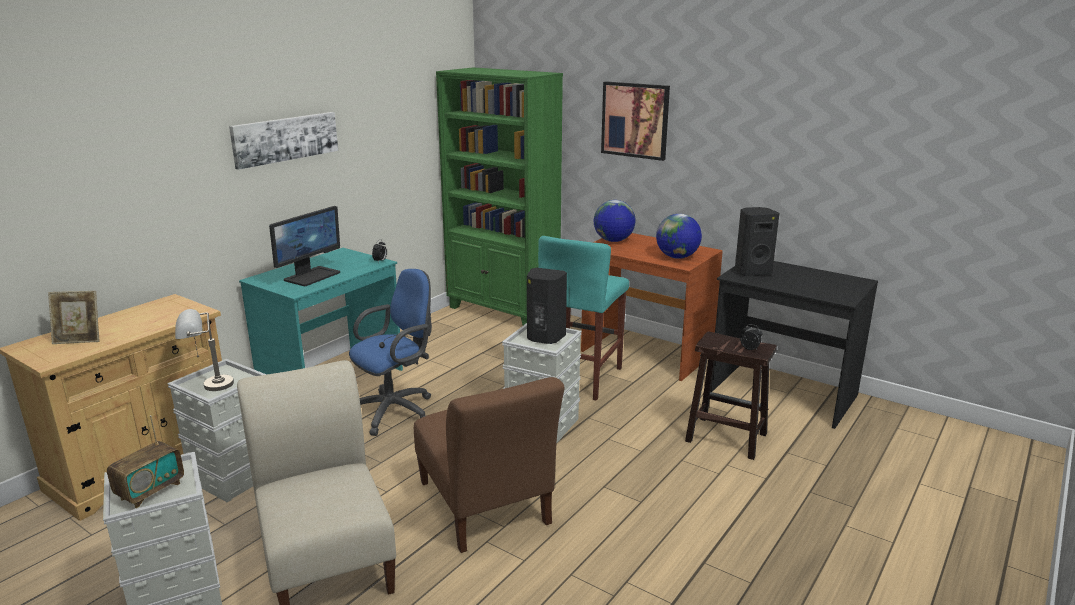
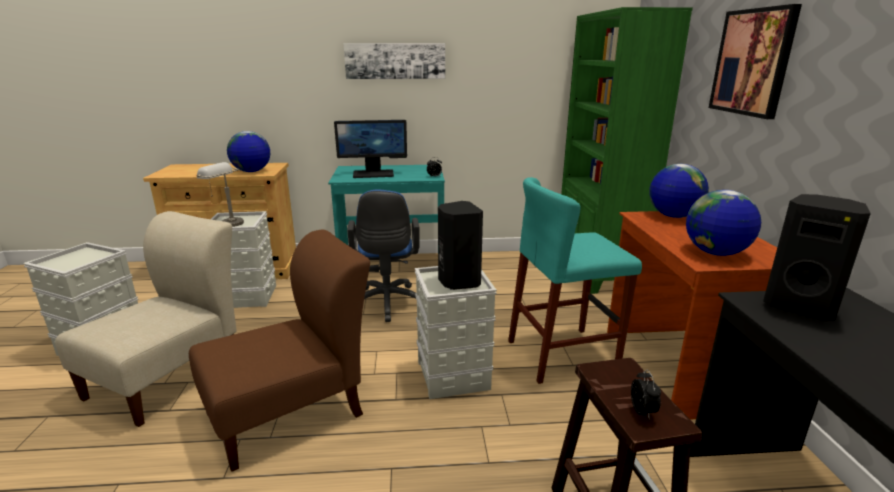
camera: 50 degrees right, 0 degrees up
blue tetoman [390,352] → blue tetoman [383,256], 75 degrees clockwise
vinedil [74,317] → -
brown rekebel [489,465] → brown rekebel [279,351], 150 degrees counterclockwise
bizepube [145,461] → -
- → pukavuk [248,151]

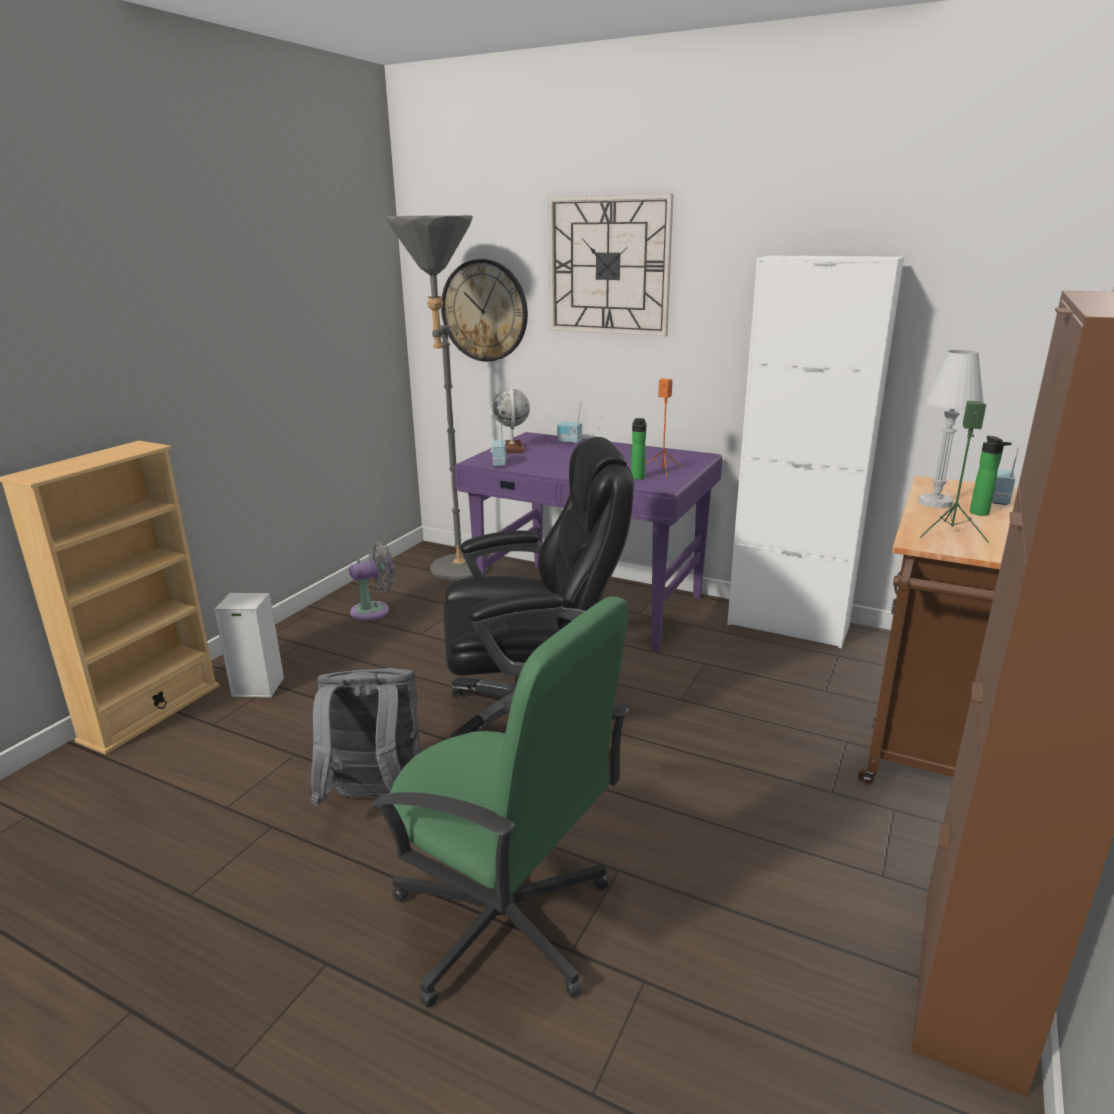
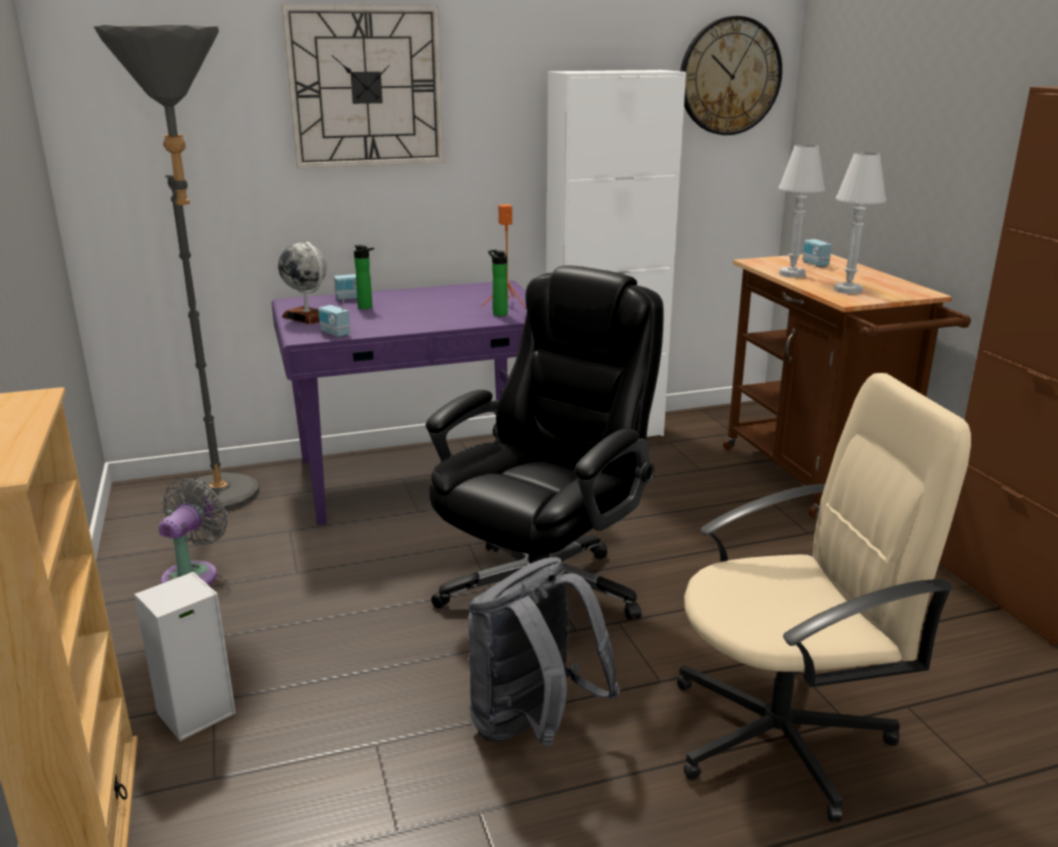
camera: 45 degrees left, 0 degrees up
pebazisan [484,310] → pebazisan [731,75], relocated
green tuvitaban [954,472] → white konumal [860,223]
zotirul [991,476] → zotirul [364,277], relocated
green tetoman [500,801] → beige tetoman [824,597]

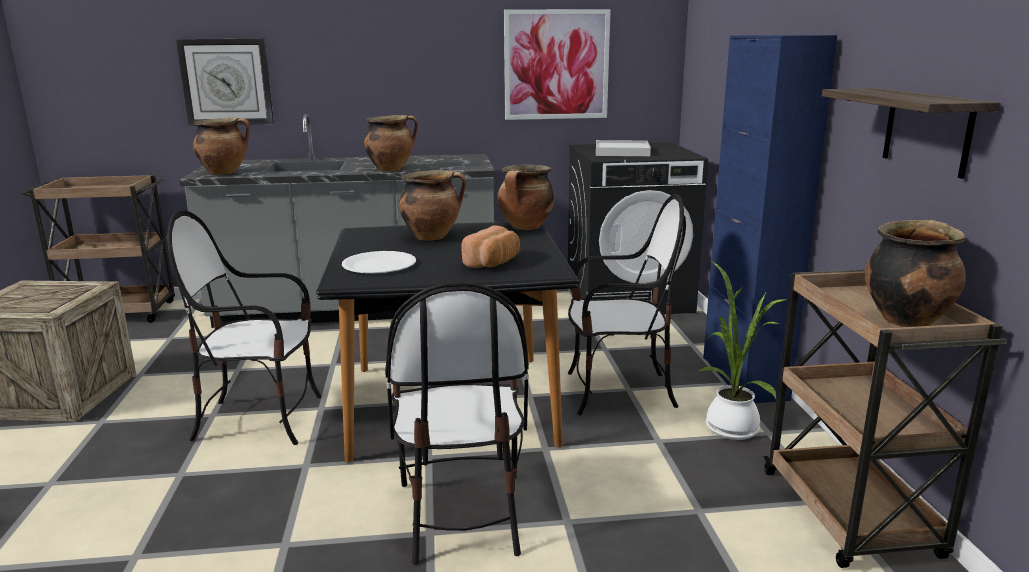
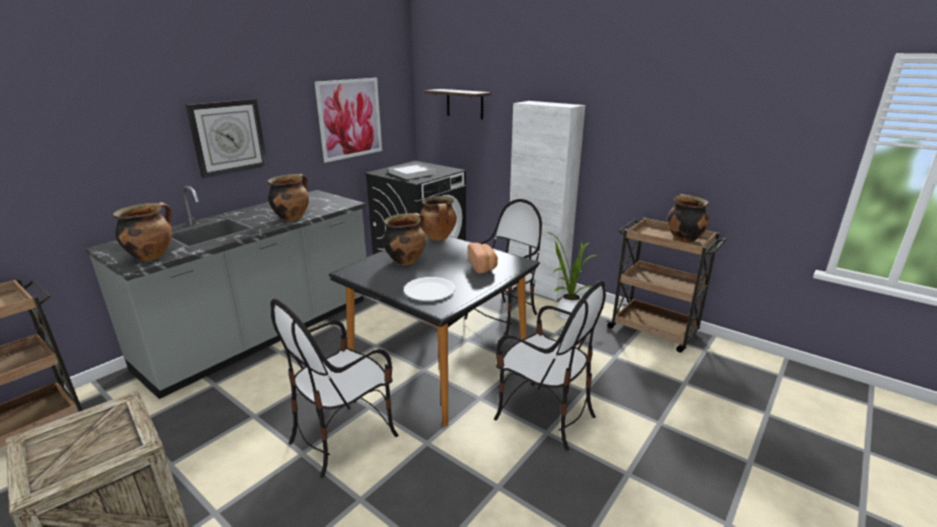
camera: 45 degrees left, 5 degrees up
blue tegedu [770,219] → white tegedu [546,201]
pebazisan [225,82] → pebazisan [227,138], relocated
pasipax [911,133] → pasipax [457,104], relocated

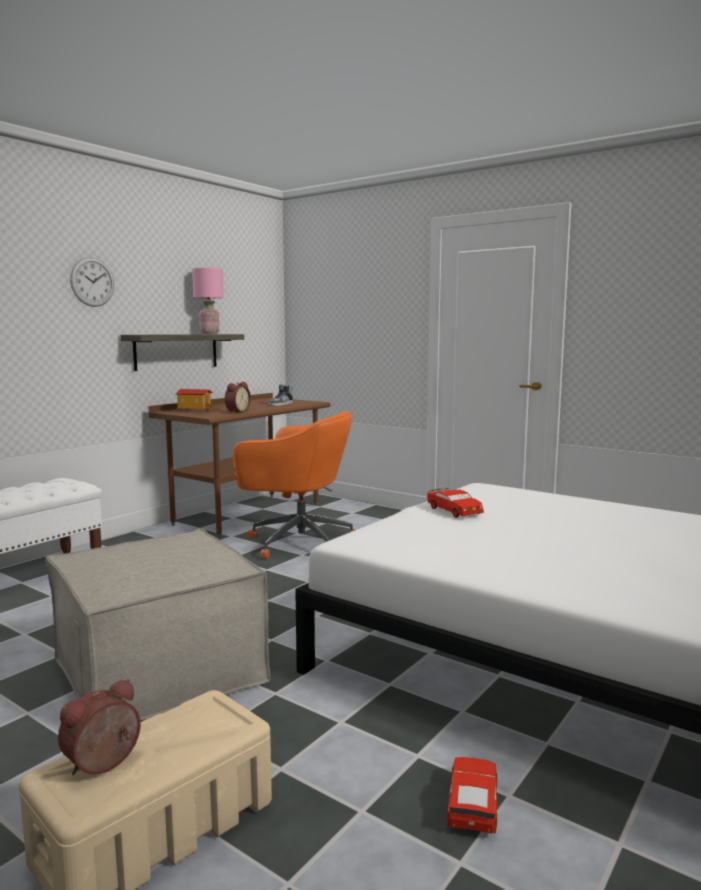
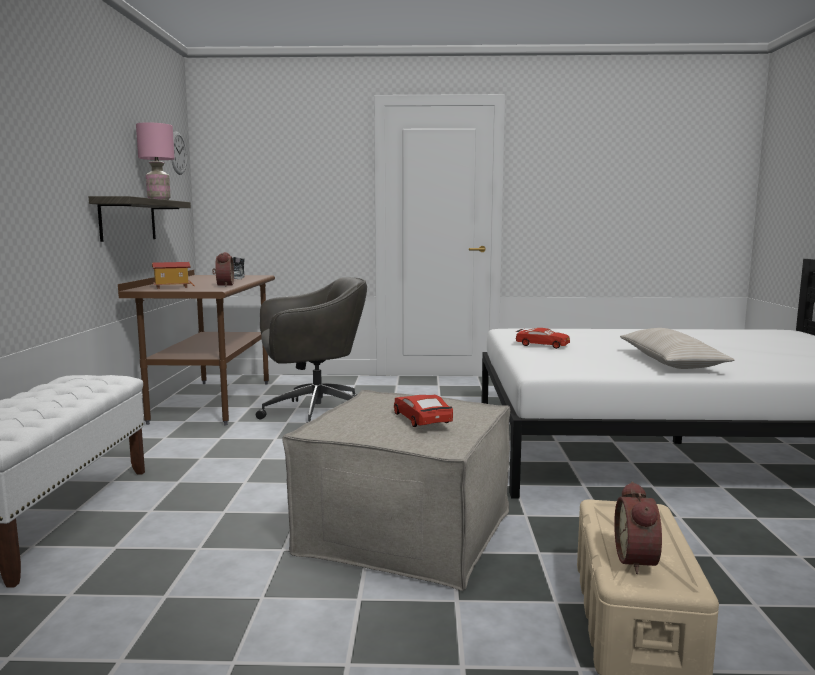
camera: 35 degrees left, 0 degrees up
pebazisan [92,282] → pebazisan [179,153], relocated
orange tetoman [294,485] → grey tetoman [311,350]
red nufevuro [472,795] → red nufevuro [423,411], relocated
- → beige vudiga [677,348]

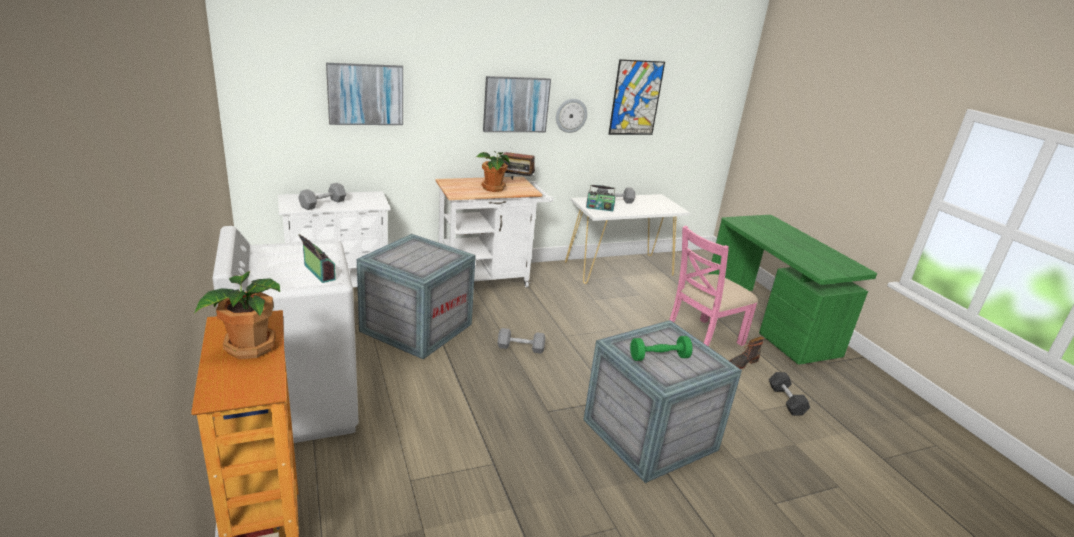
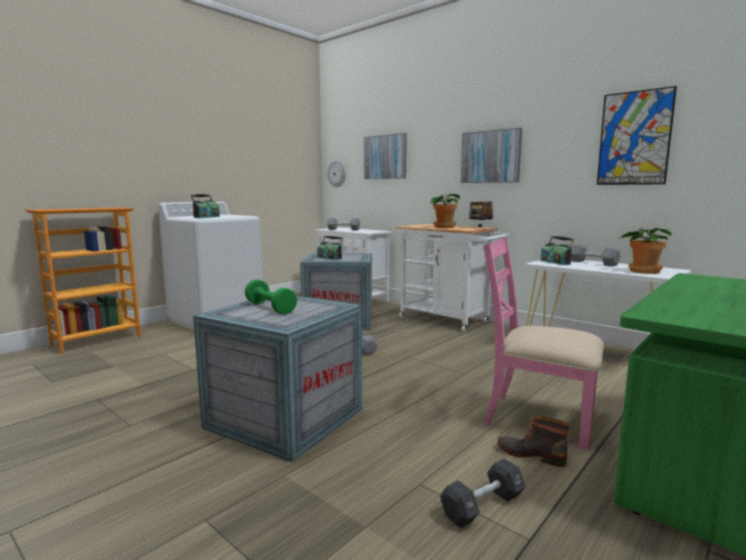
camera: 65 degrees right, 15 degrees down
pebazisan [571,116] → pebazisan [337,174], relocated
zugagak [237,315] → zugagak [646,251], relocated
- → bizepube [330,248]

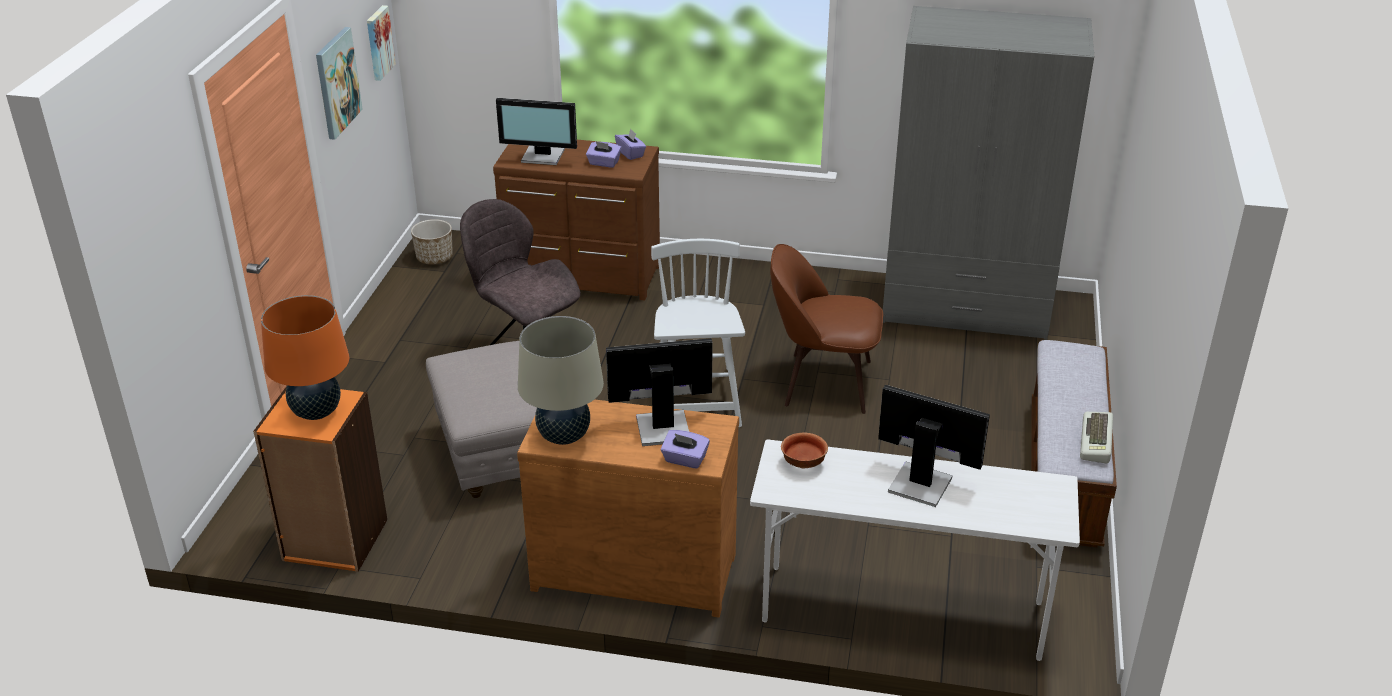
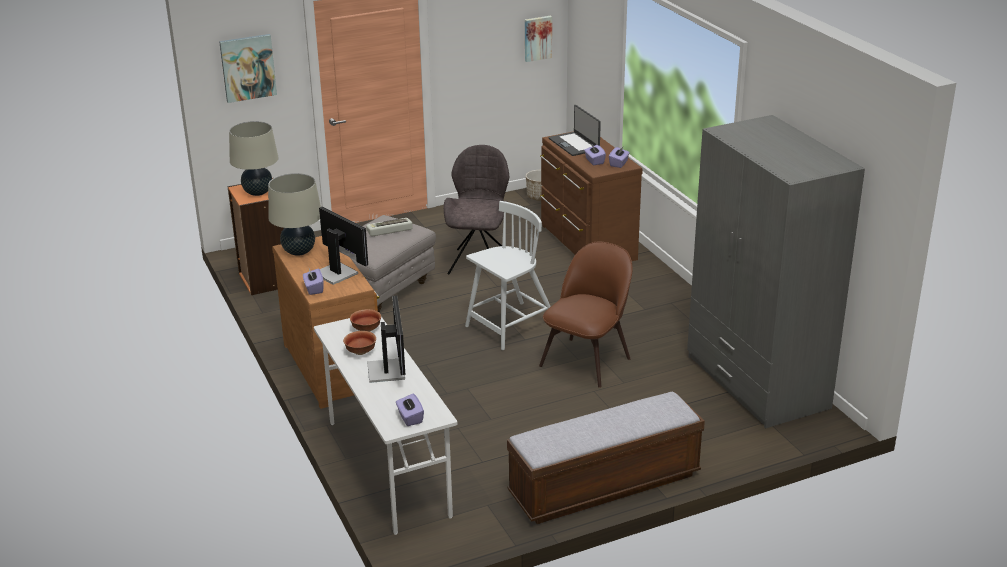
camera: 55 degrees right, 5 degrees down
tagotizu [339,83] → tagotizu [248,68], relocated
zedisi [536,131] → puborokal [575,130]
brown rekebel [826,329] → brown rekebel [586,315], 60 degrees clockwise
orange konumal [305,357] → beige konumal [254,158]
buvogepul [1096,438] → buvogepul [389,227], relocated
- → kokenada [359,343]
- → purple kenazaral [410,410]

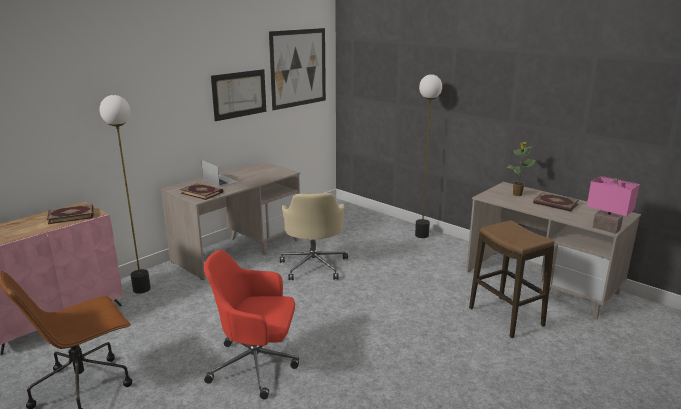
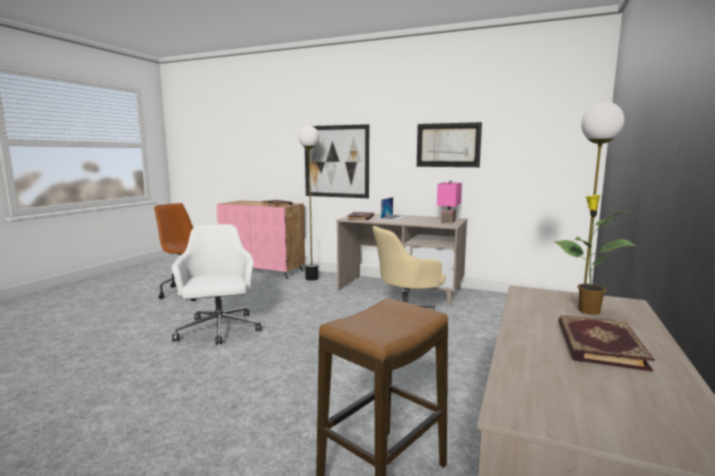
camera: 70 degrees right, 10 degrees down
tagotizu [297,69] → tagotizu [337,161], relocated
pink konumal [613,205] → pink konumal [449,202], relocated
red tetoman [251,324] → white tetoman [217,284]

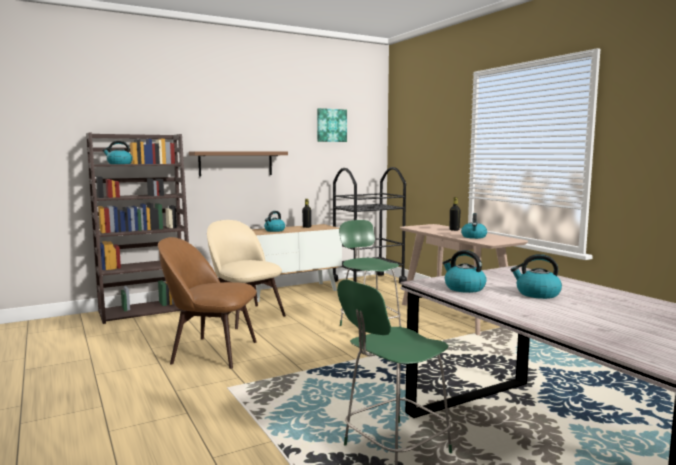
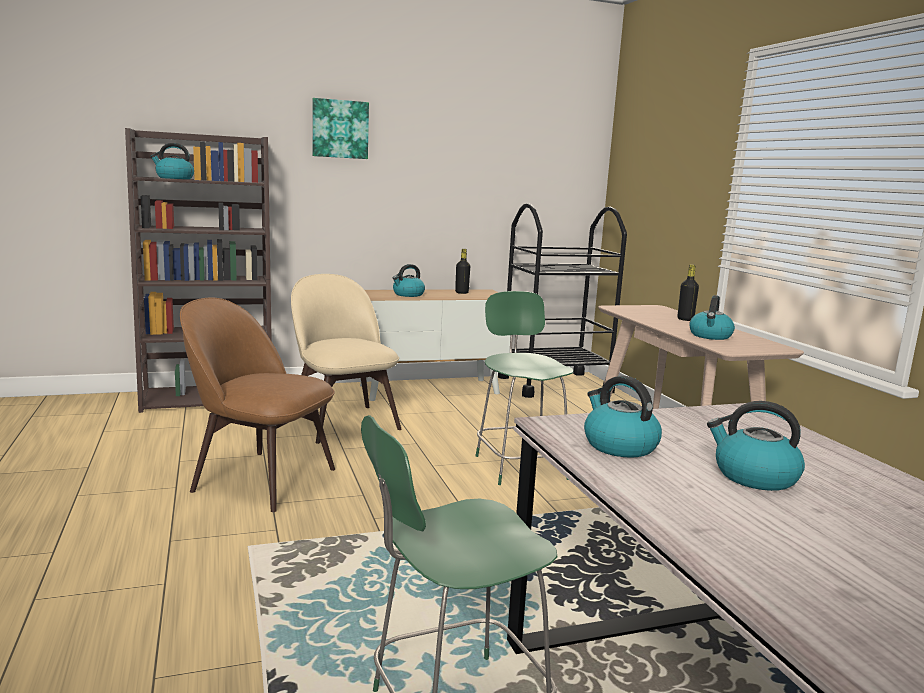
camera: 10 degrees right, 5 degrees up
tagotizu [332,125] → tagotizu [340,128], relocated
brown pasipax [238,164] → -

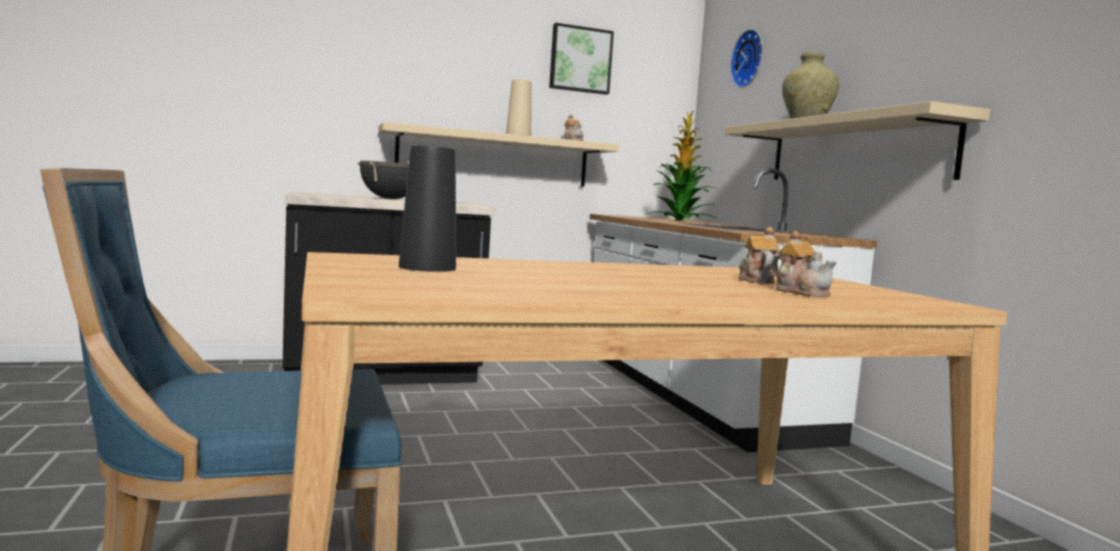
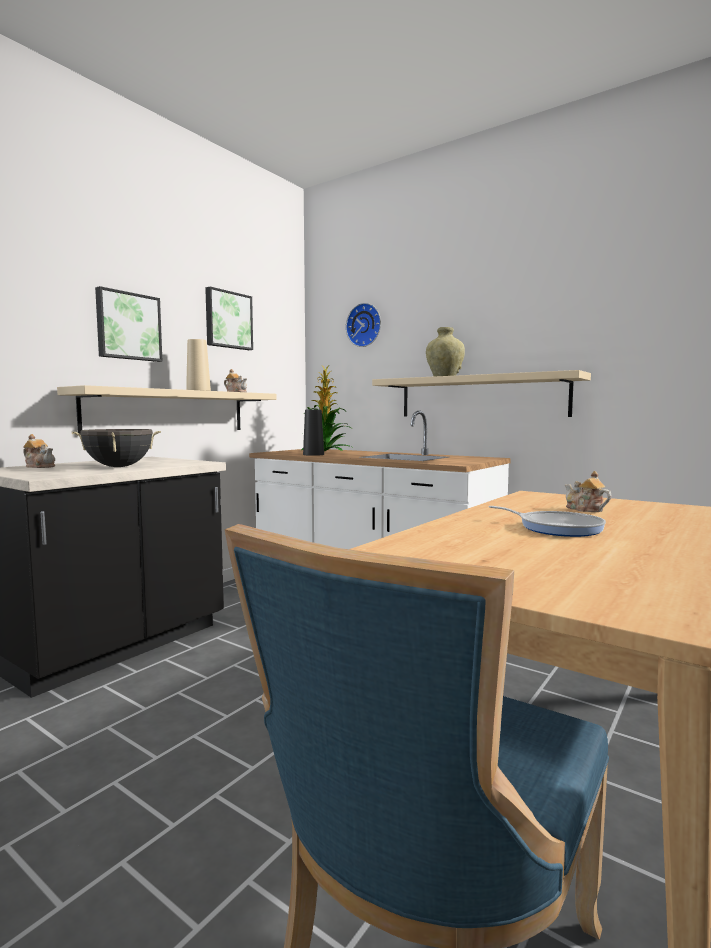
camera: 35 degrees left, 0 degrees up
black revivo [427,208] → black revivo [313,433], relocated
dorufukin [804,263] → dorufukin [39,451], relocated
- → tagotizu [128,324]
- → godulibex [547,521]

